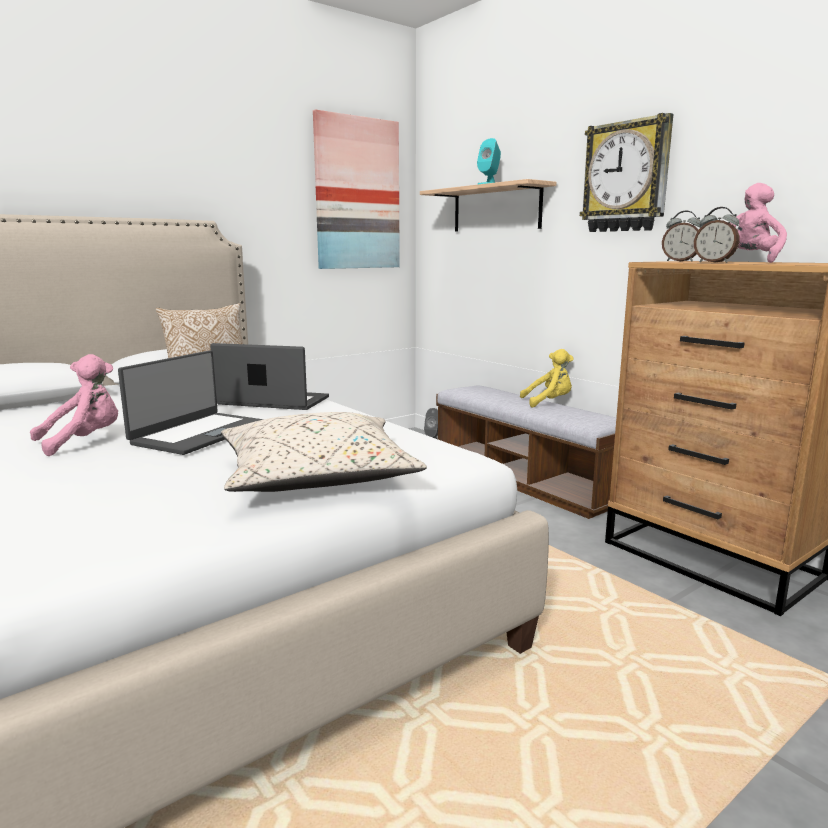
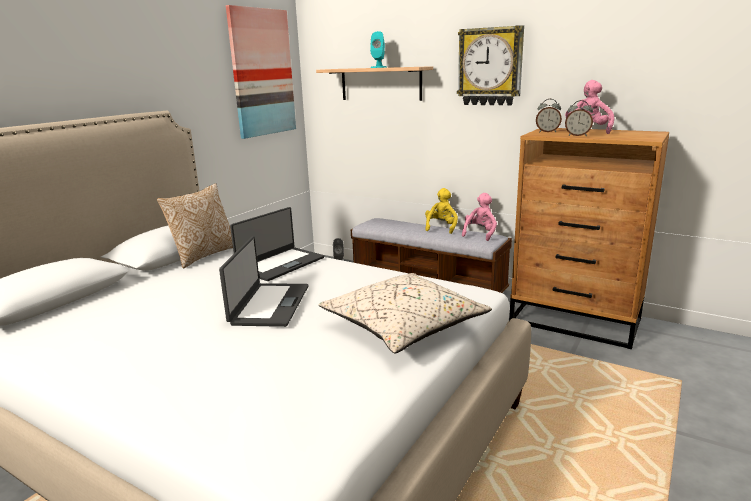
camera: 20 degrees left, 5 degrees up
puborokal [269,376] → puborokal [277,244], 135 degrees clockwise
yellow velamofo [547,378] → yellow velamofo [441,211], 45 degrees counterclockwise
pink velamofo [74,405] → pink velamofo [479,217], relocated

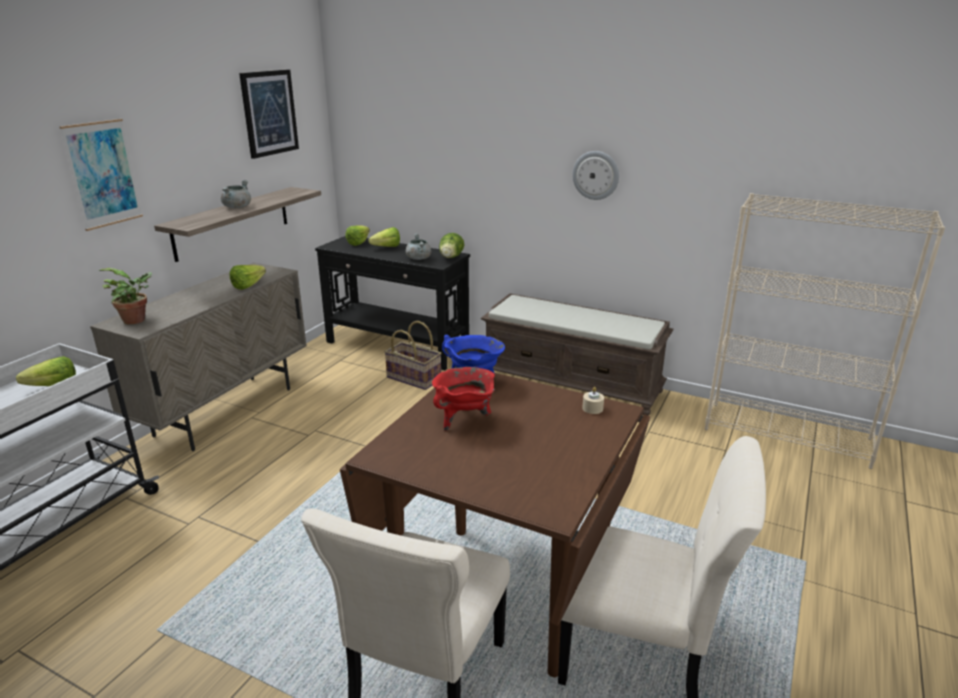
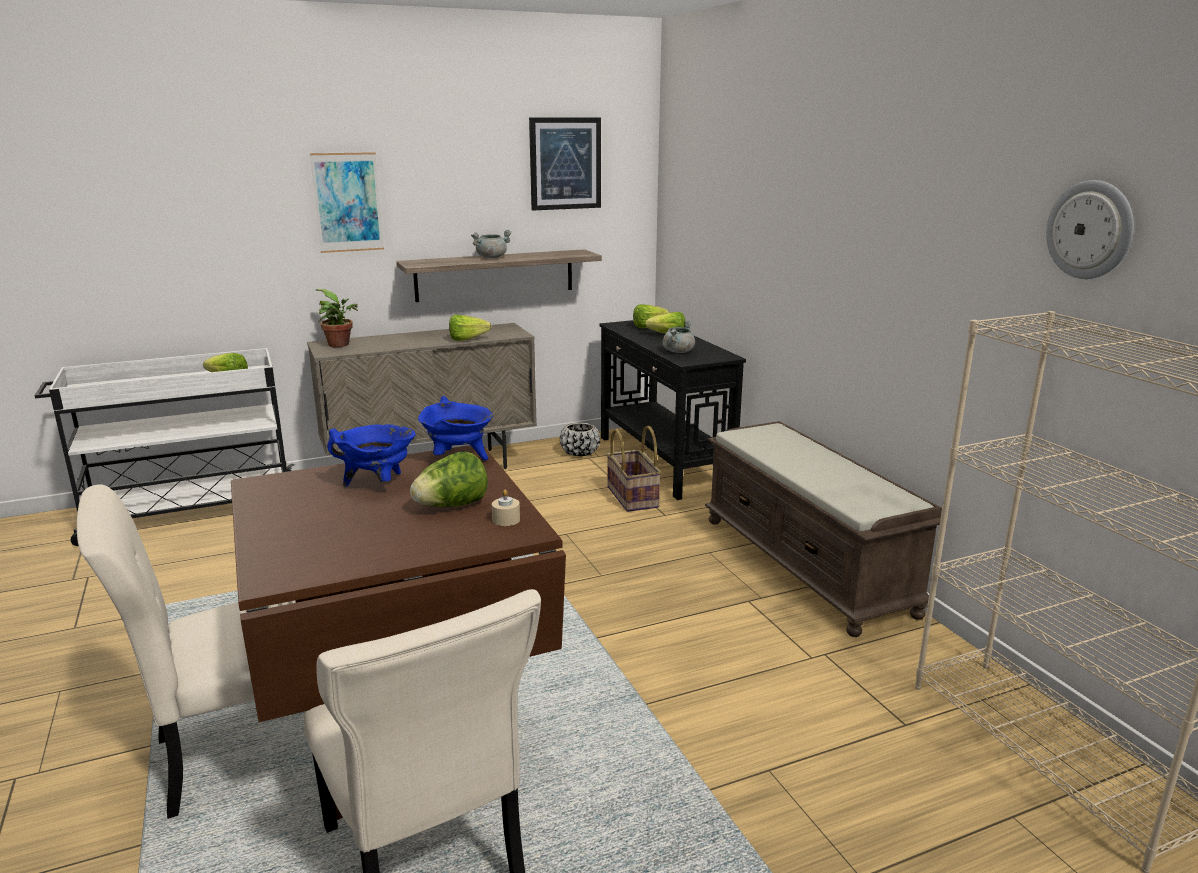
camera: 40 degrees right, 5 degrees down
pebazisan [595,175] → pebazisan [1090,229], relocated
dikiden [451,245] → dikiden [449,479], relocated
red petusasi [463,399] → blue petusasi [371,455]
- → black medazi [580,439]

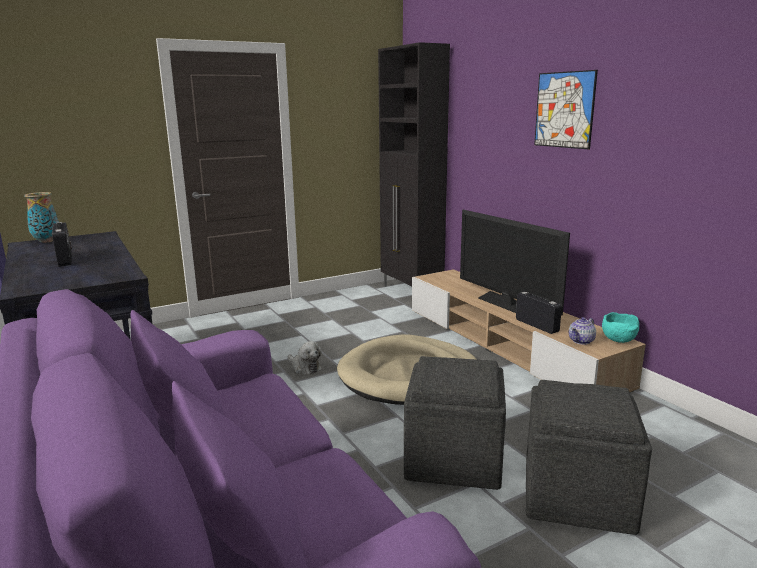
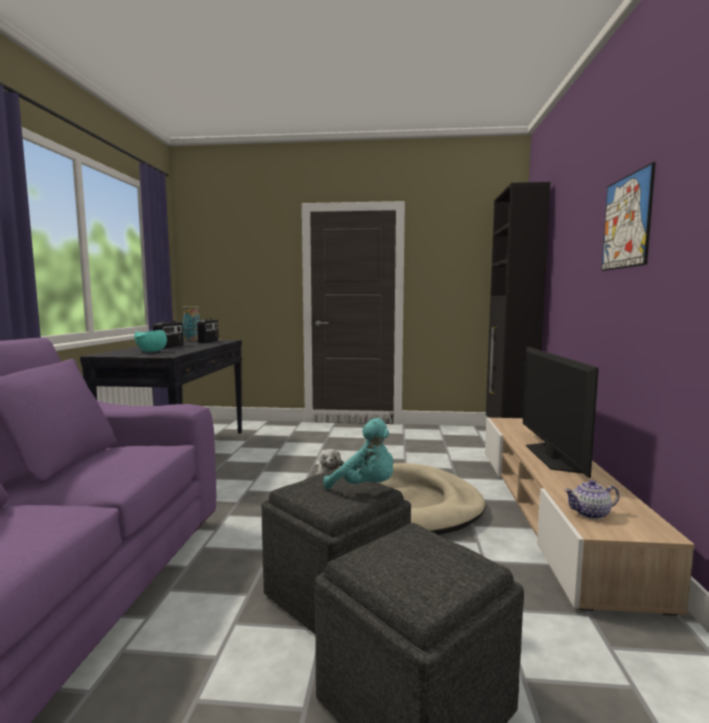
camera: 35 degrees right, 10 degrees down
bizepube [539,313] → bizepube [208,330], relocated
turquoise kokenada [620,327] → turquoise kokenada [150,341], relocated
- → turquoise velamofo [358,454]

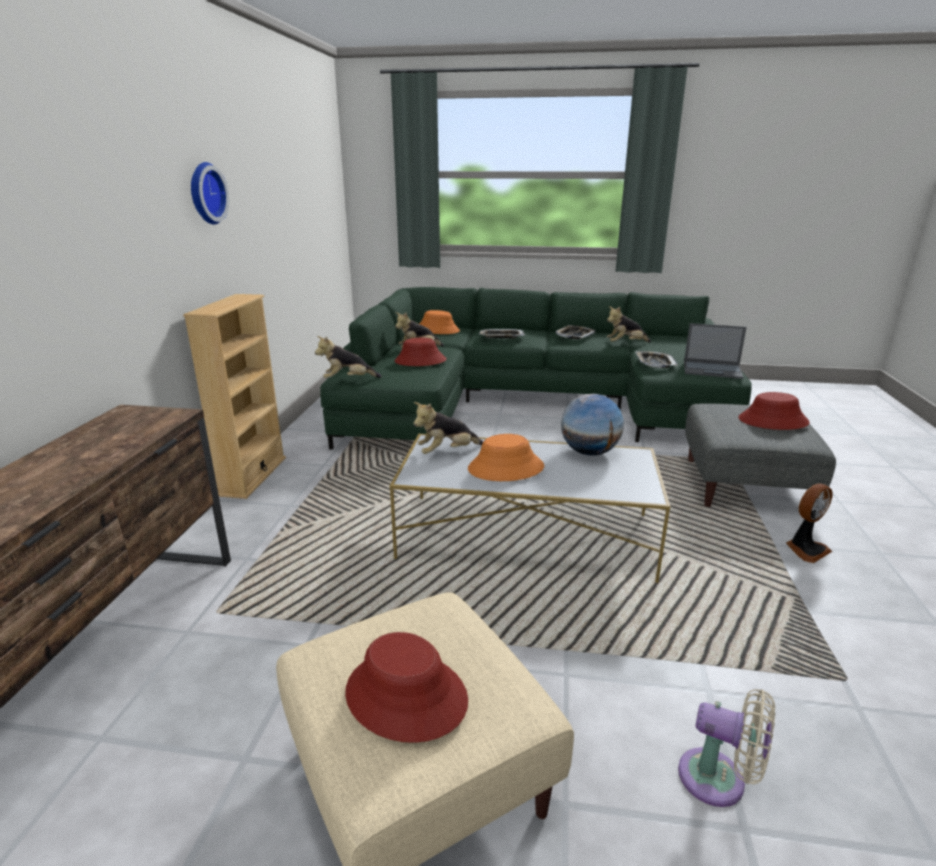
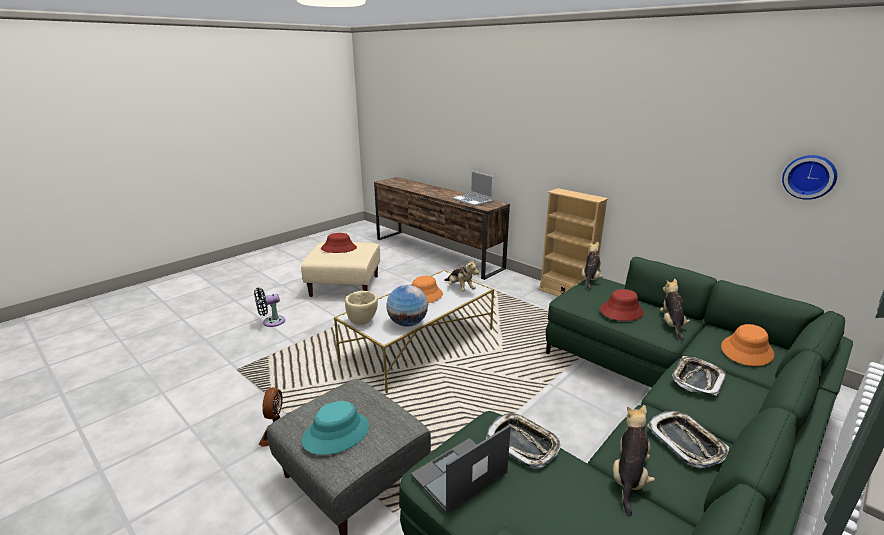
camera: 125 degrees right, 0 degrees up
pebazisan [210,193] → pebazisan [809,177], relocated
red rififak [774,411] → turquoise rififak [335,428]
velamofo [448,428] → velamofo [461,275], 135 degrees clockwise
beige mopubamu [726,748] → black mopubamu [269,307]
- → puborokal [473,188]
- → beige kokenada [361,308]

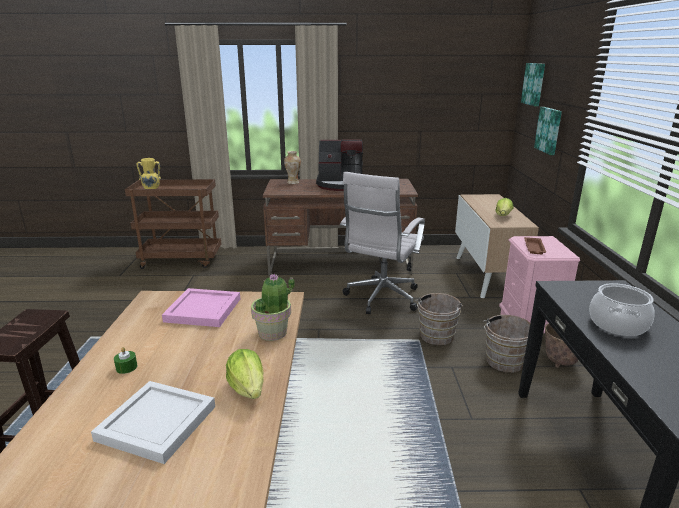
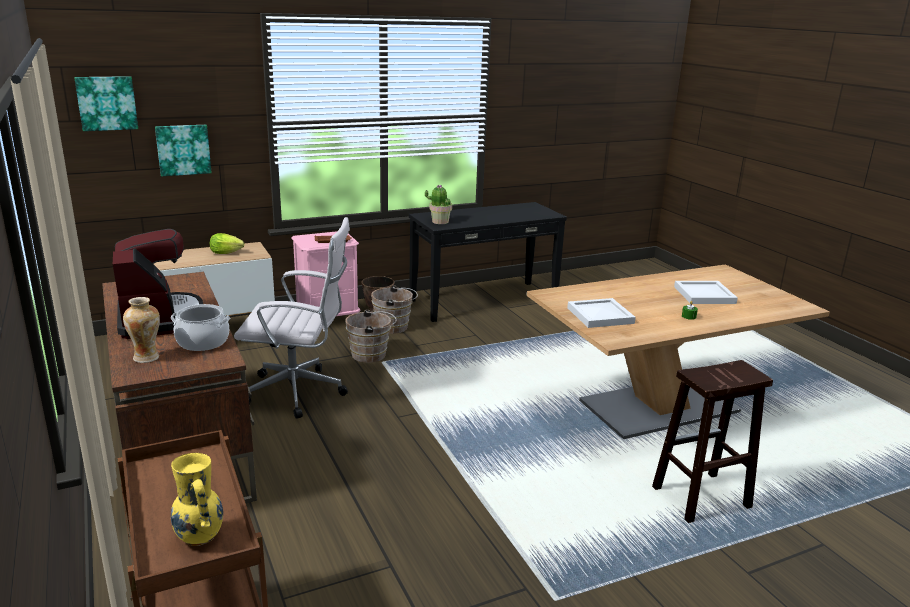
camera: 115 degrees left, 0 degrees up
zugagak [273,307] → zugagak [438,204], relocated
petusasi [622,309] → petusasi [200,327], relocated
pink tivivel [201,307] → white tivivel [601,313]
dikiden [245,374] → -

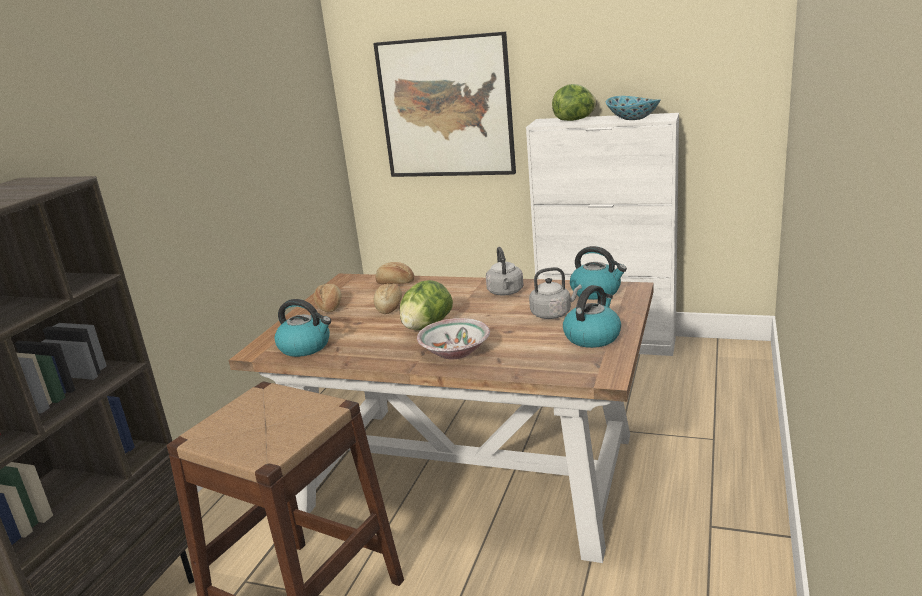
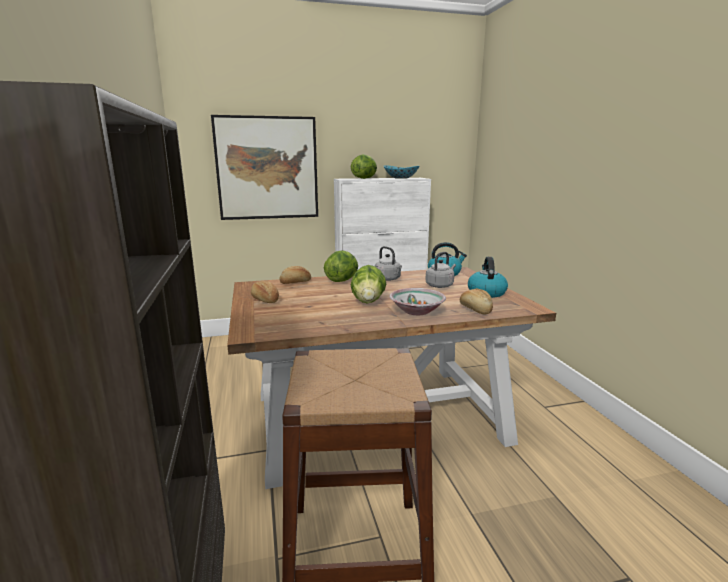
camera: 35 degrees left, 5 degrees down
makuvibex [388,298] → makuvibex [476,301], relocated
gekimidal [302,328] → -
- → dikiden [341,266]

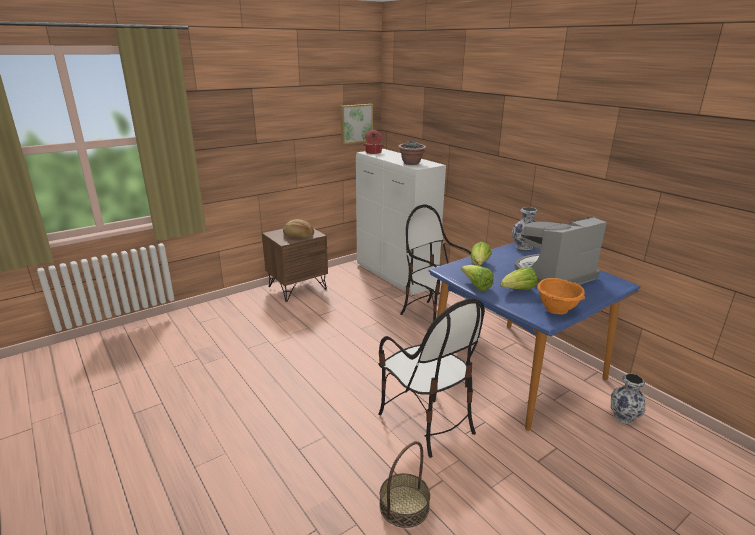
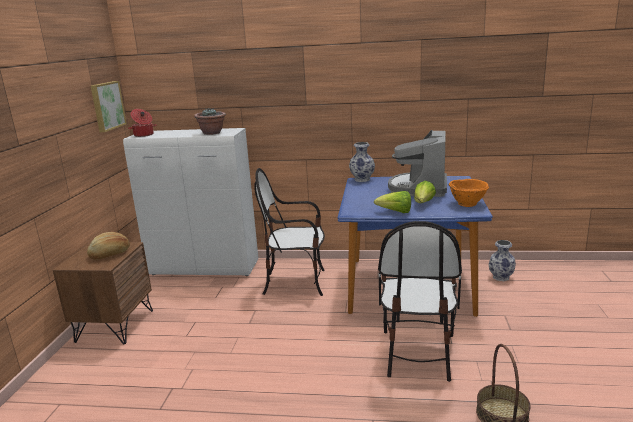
camera: 45 degrees left, 5 degrees down
dikiden [481,253] → -
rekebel [431,378] → rekebel [420,301], 90 degrees clockwise

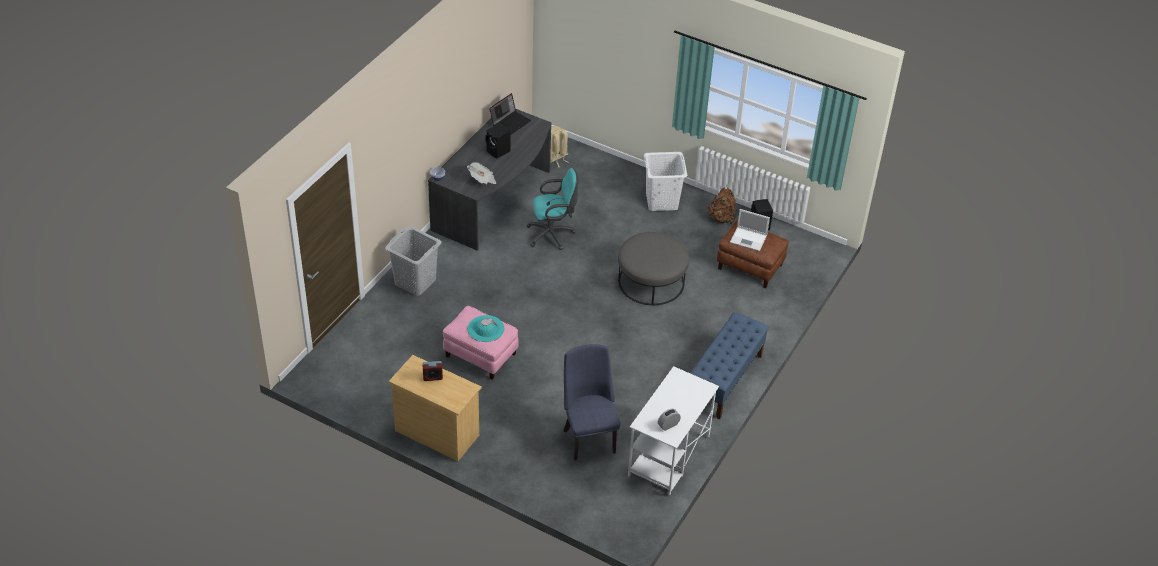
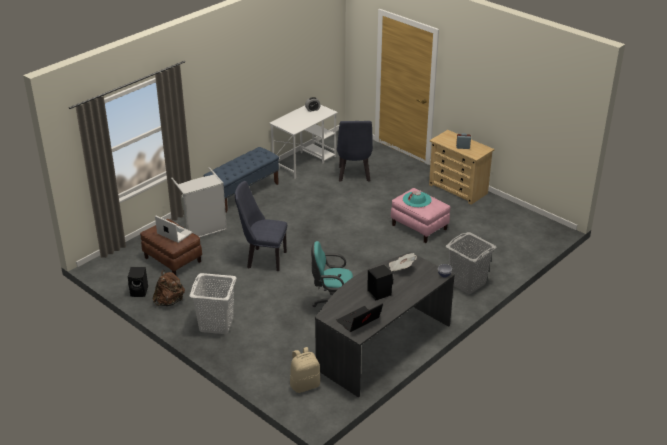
camera: 165 degrees left, 10 degrees down
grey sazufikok [653,268] → blue rekebel [261,226]
- → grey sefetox [199,202]

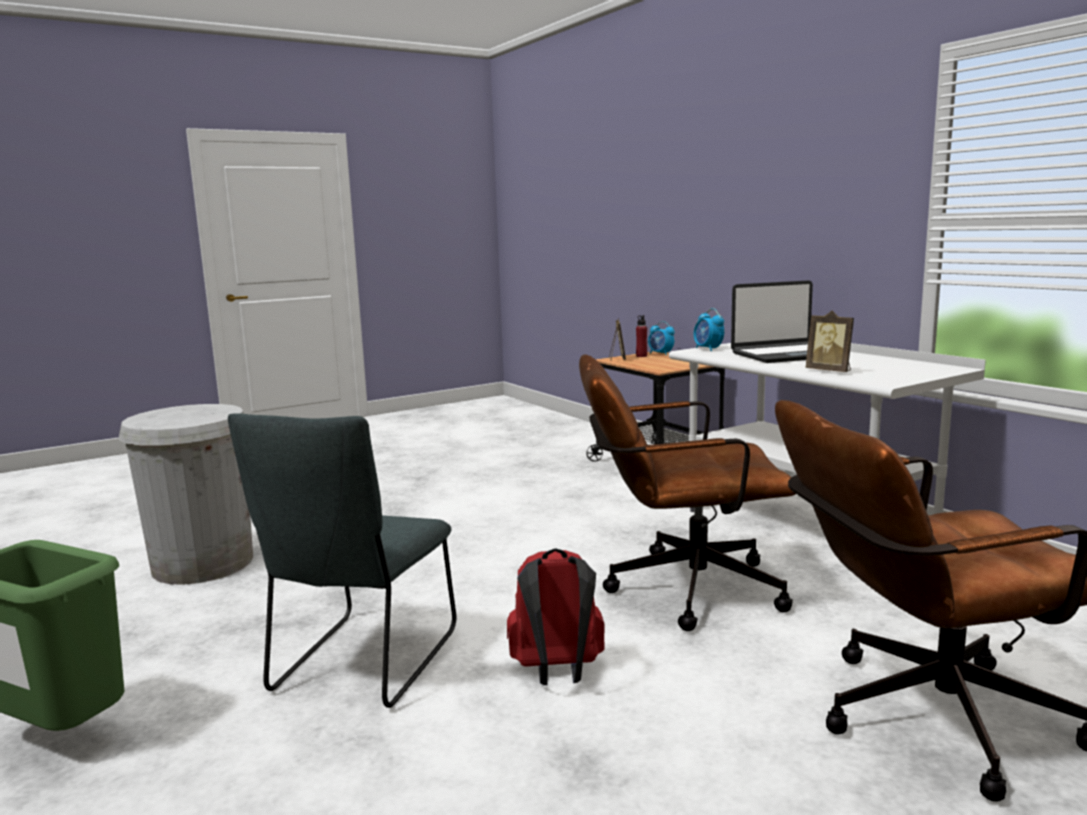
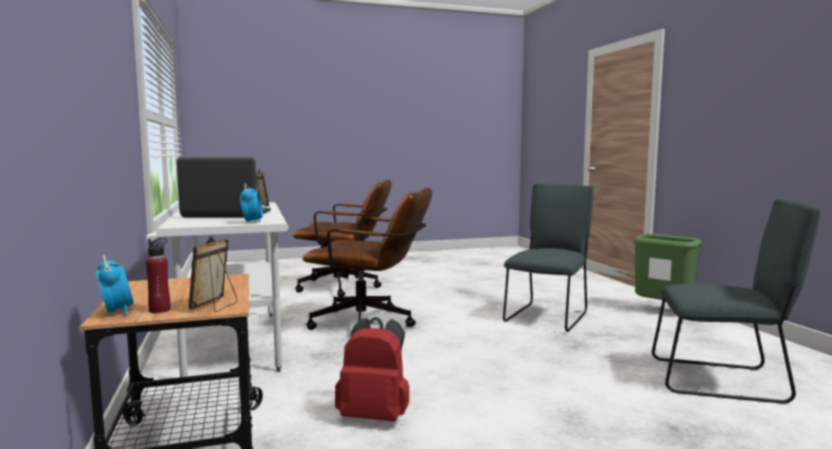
camera: 165 degrees left, 5 degrees down
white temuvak [186,494] → grey rekebel [736,301]
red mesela [556,616] → red mesela [372,369], relocated

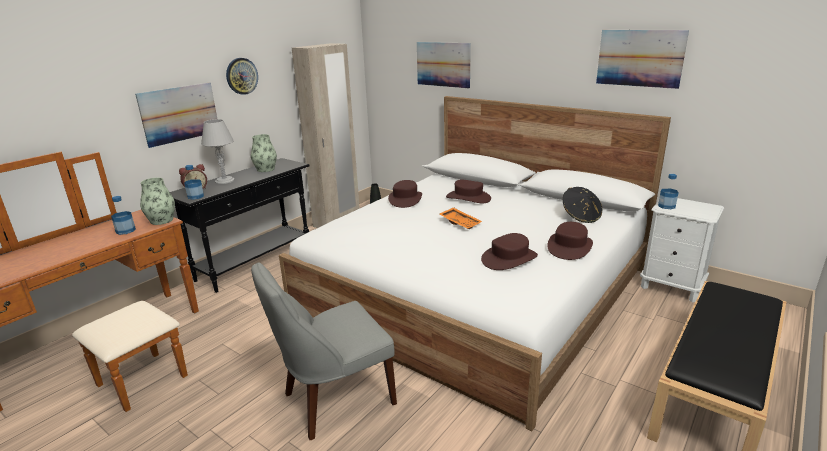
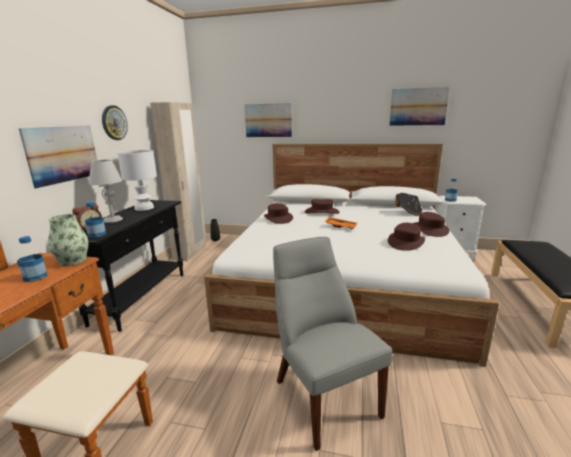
camera: 25 degrees left, 5 degrees down
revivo [264,153] → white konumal [137,180]
grey rekebel [324,351] → grey rekebel [332,344], 120 degrees clockwise

